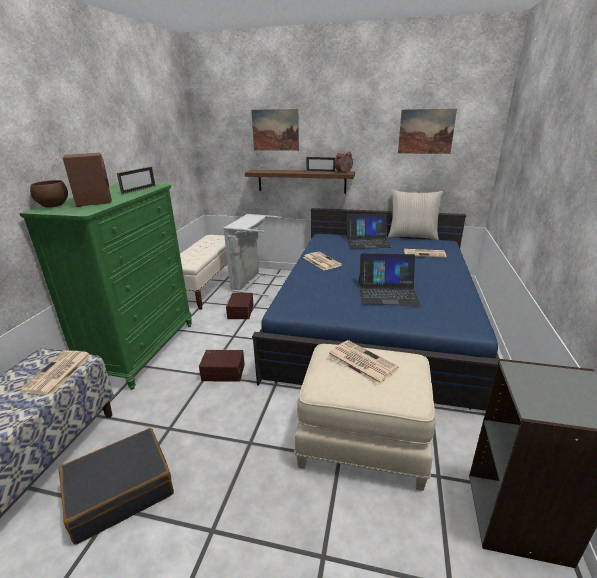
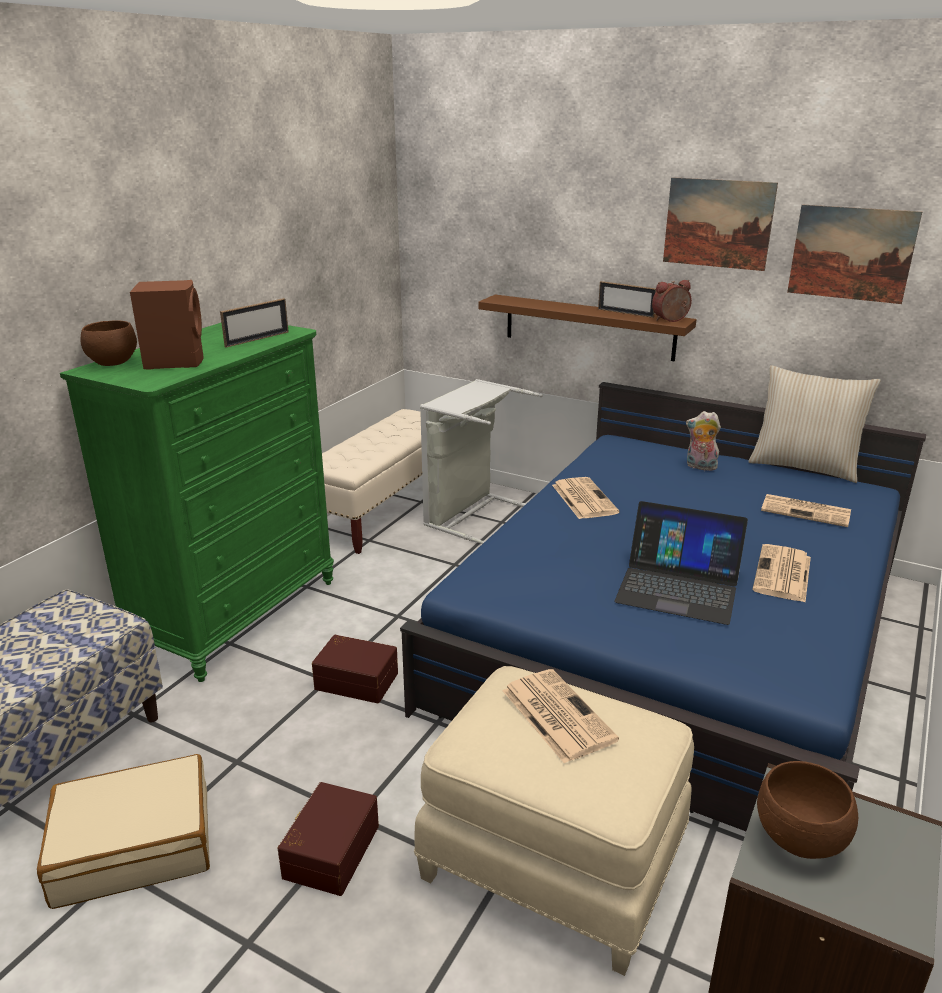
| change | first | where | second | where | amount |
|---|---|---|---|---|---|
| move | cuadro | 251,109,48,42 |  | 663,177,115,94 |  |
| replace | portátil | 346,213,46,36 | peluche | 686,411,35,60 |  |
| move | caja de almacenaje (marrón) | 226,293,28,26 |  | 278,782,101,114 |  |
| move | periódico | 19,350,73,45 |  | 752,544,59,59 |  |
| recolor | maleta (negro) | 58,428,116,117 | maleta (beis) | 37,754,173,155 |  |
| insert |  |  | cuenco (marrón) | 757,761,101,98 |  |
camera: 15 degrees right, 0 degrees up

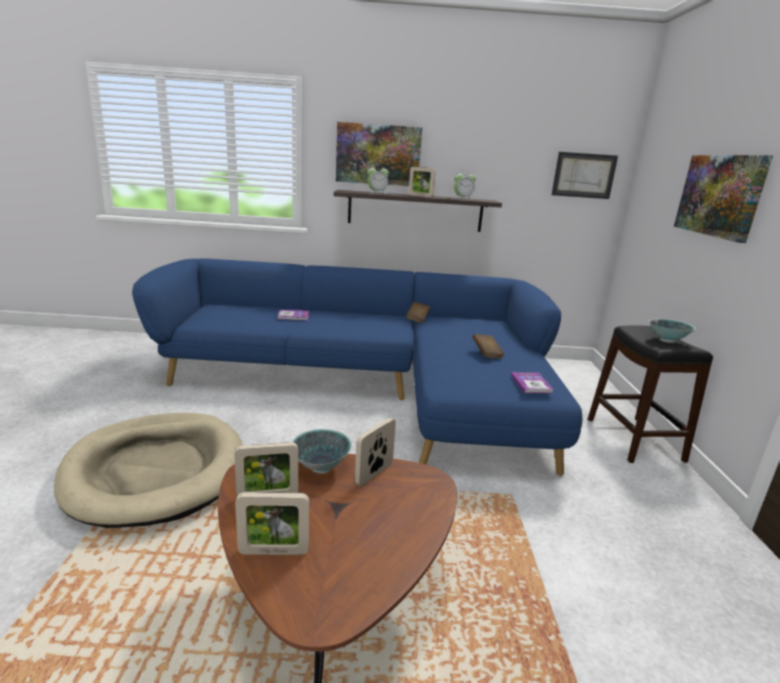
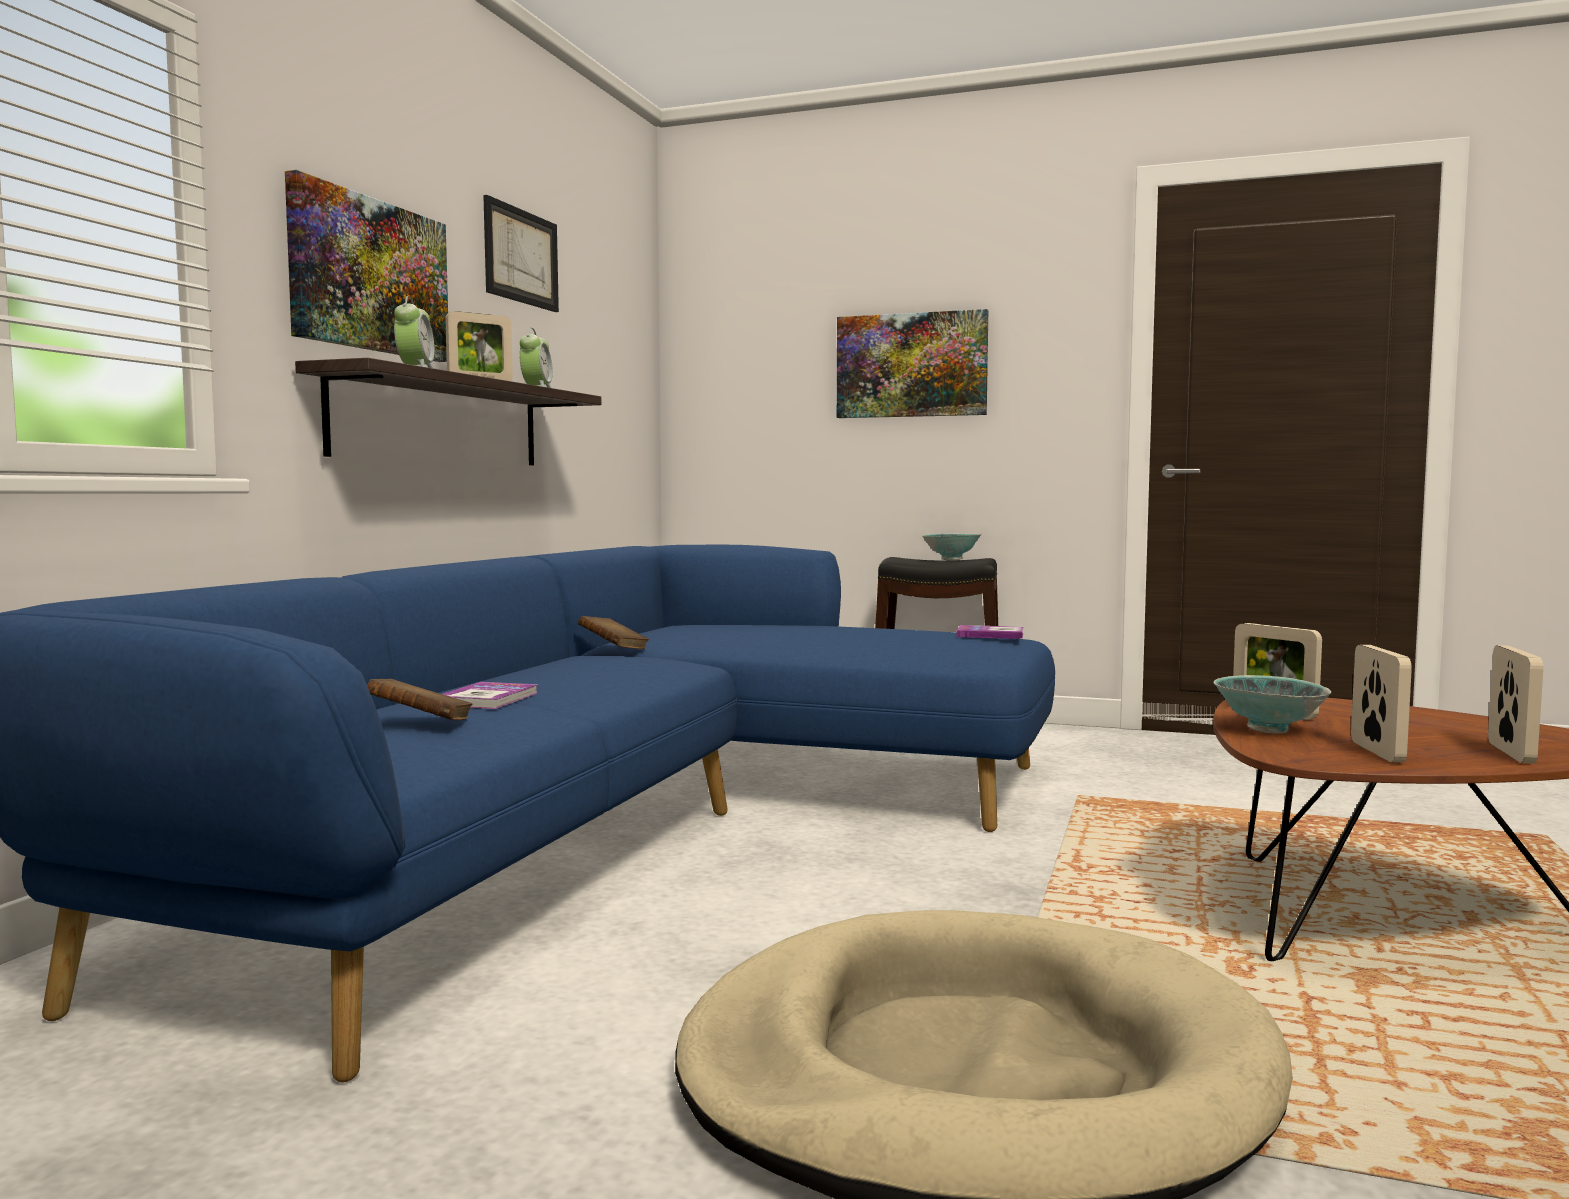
| change | first | where | second | where | amount |
|---|---|---|---|---|---|
| move | cuadro | 552,152,66,47 |  | 483,195,76,117 |  |
| move | libro (marrón) | 472,334,33,25 |  | 367,679,106,41 |  |
camera: 70 degrees left, 15 degrees down

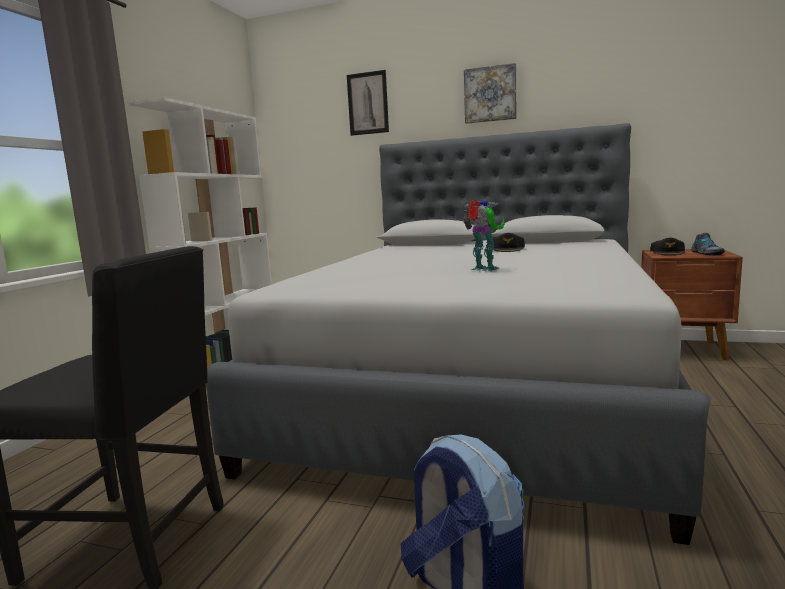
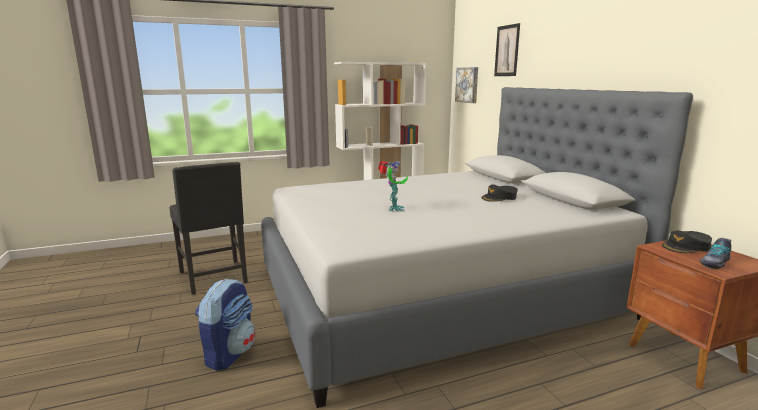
| change | first | where | second | where | amount |
|---|---|---|---|---|---|
| move | cuadro | 464,63,52,61 |  | 455,67,23,36 |  |
camera: 50 degrees right, 5 degrees up

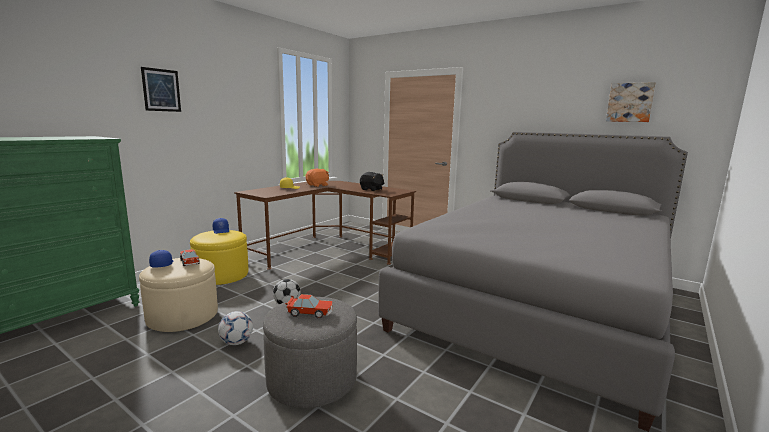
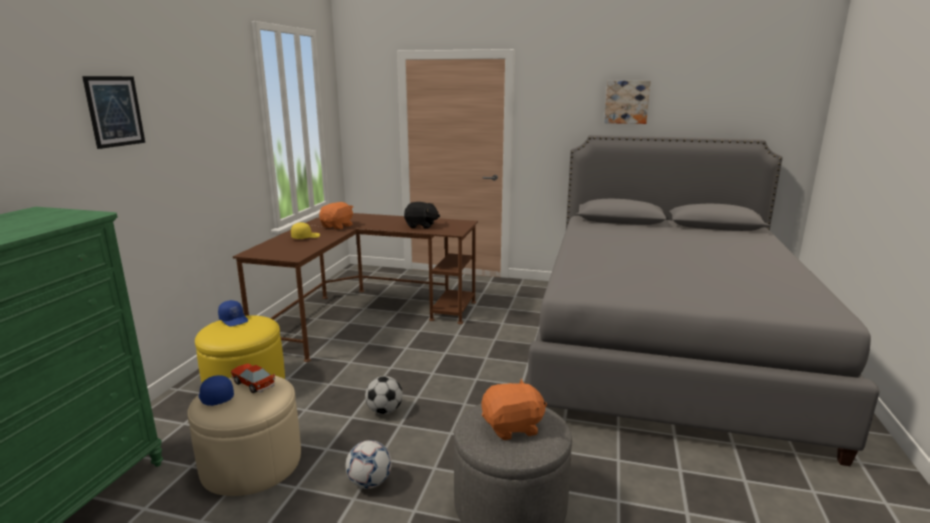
| change | first | where | second | where | amount |
|---|---|---|---|---|---|
| move | cuadro | 606,82,50,40 |  | 604,81,47,43 |  |
| replace | coche de juguete | 285,294,48,24 | peluche (naranja) | 482,379,65,61 |  |
camera: 20 degrees left, 5 degrees up

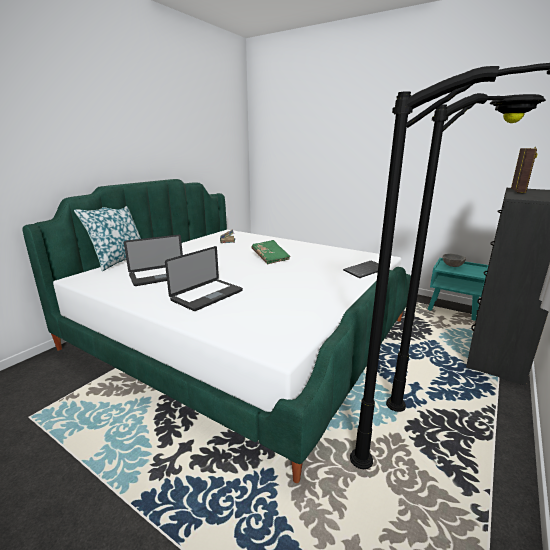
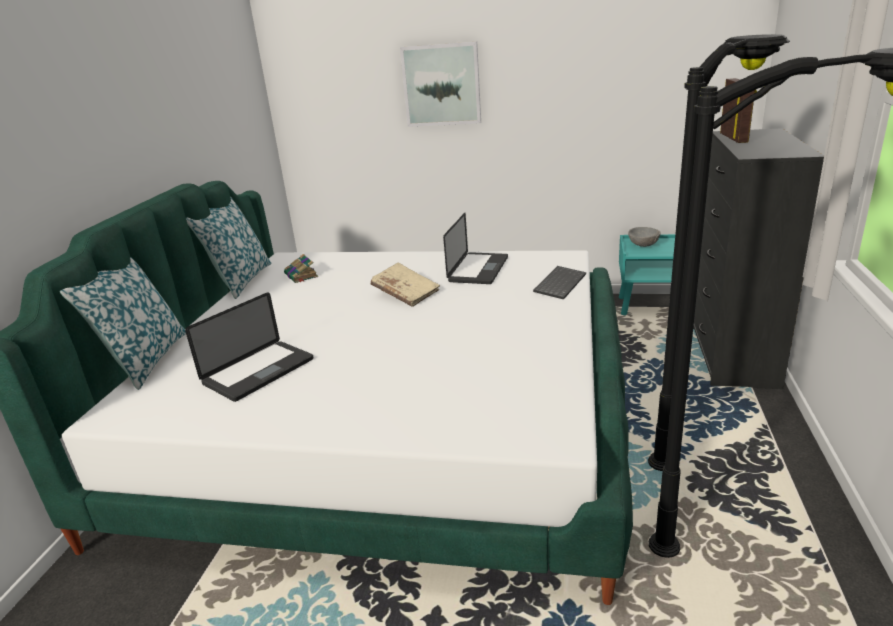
| change | first | where | second | where | amount |
|---|---|---|---|---|---|
| recolor | libro (verde) | 251,240,40,24 | libro (beis) | 371,263,69,44 |  |
| move | portátil | 165,246,78,65 |  | 443,213,65,71 |  |
| insert |  |  | cuadro | 400,42,81,85 |  |
| insert |  |  | cojín | 186,197,85,102 |  |
camera: 20 degrees left, 5 degrees up

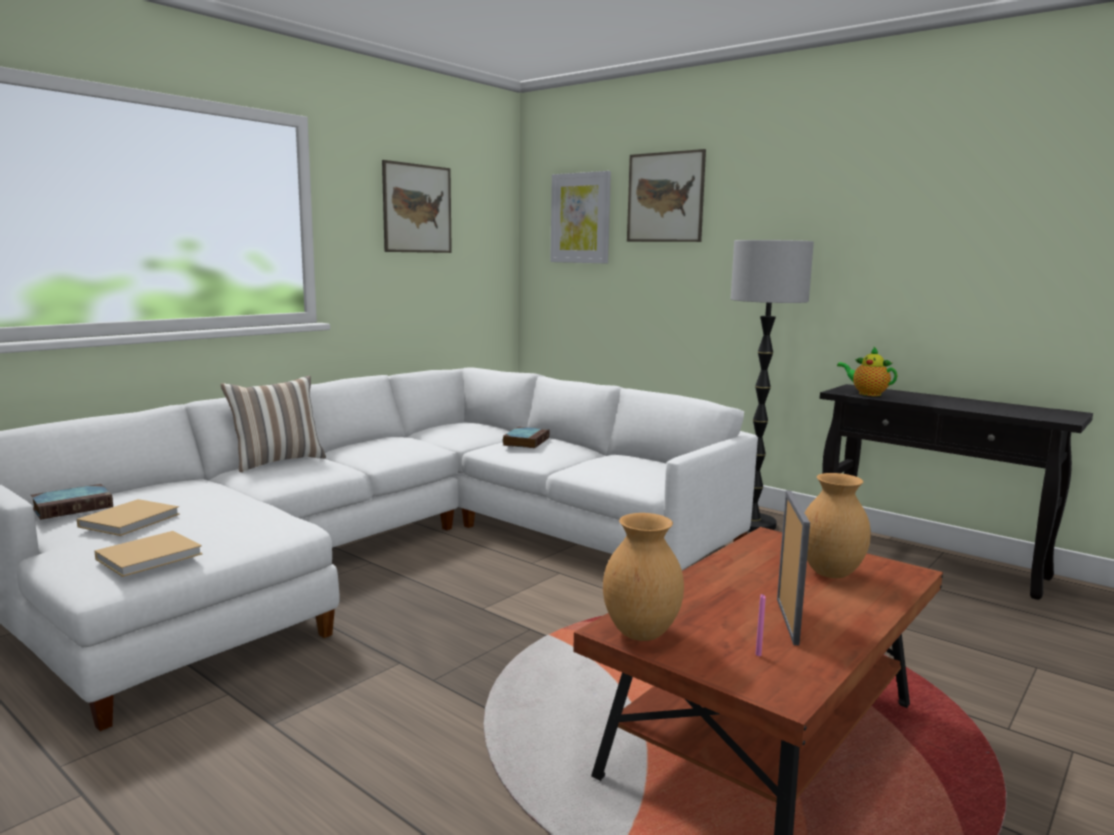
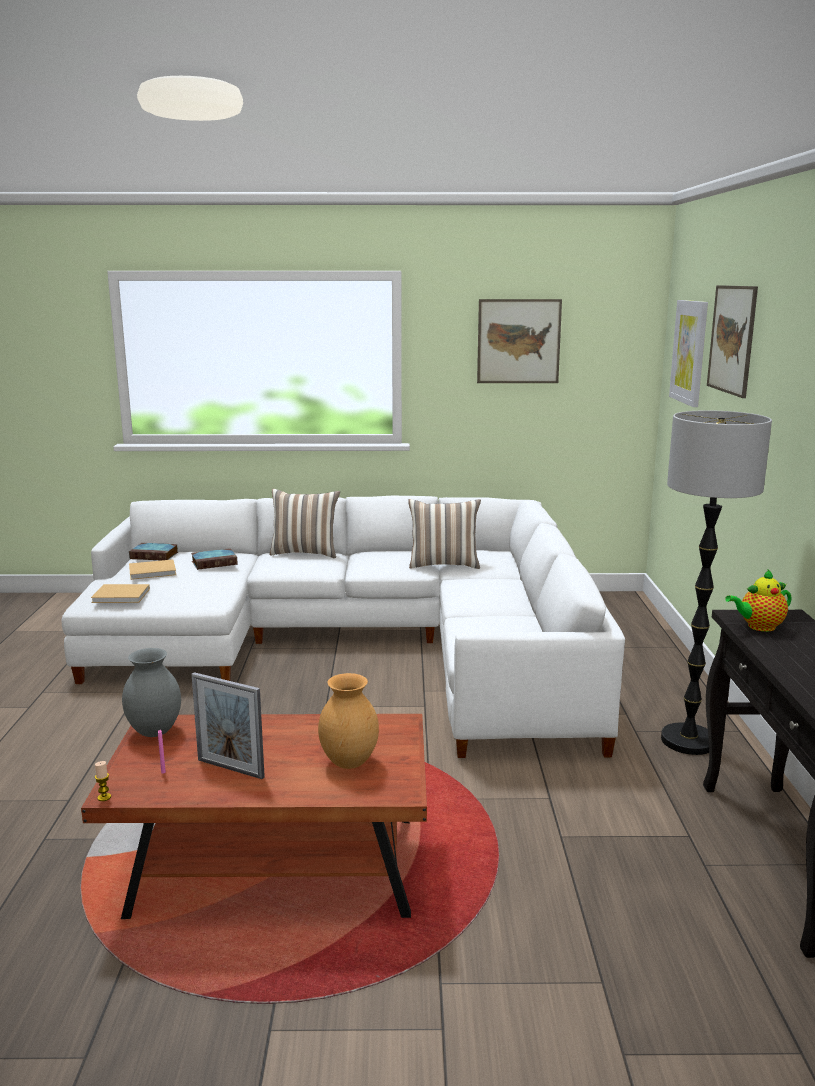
| change | first | where | second | where | amount |
|---|---|---|---|---|---|
| rotate | tetera | 837,347,60,49 |  | 725,570,67,62 | 105 degrees counterclockwise |
| move | libro | 503,427,46,21 |  | 191,548,47,22 |  |
| rotate | portarretratos | 777,490,33,155 |  | 191,672,74,107 | 60 degrees clockwise |
| recolor | florero (marrón) | 603,513,81,128 | florero (gris) | 122,648,59,89 |  |
| insert |  |  | cojín | 408,499,73,70 |  |
| insert |  |  | vela | 95,761,16,40 |  |
camera: 50 degrees right, 5 degrees up

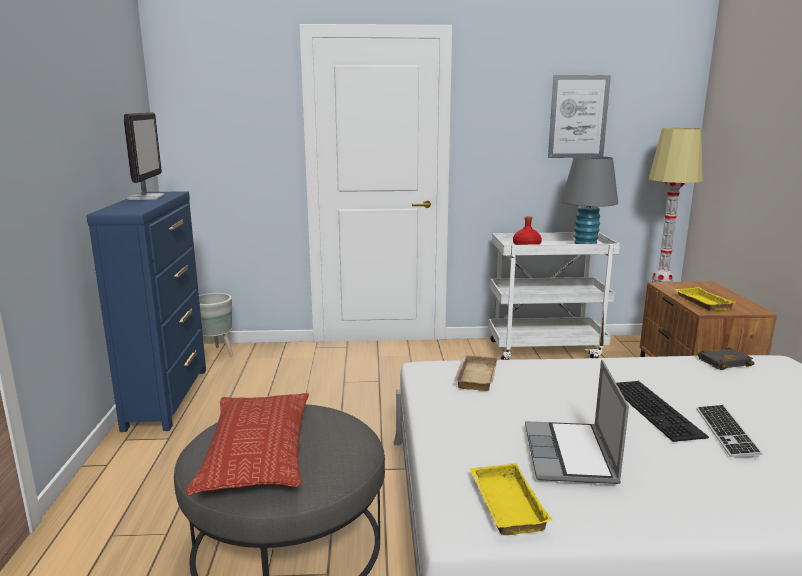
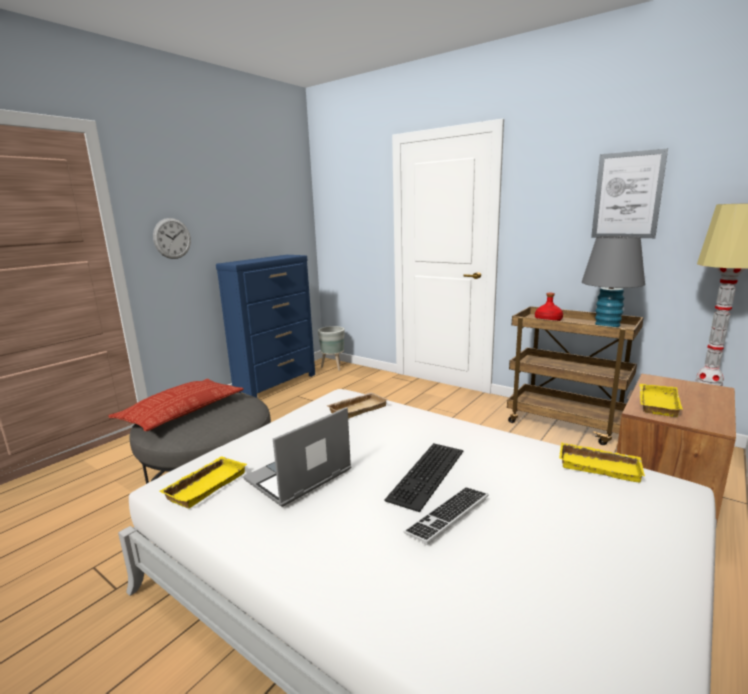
| change | first | where | second | where | amount |
|---|---|---|---|---|---|
| delete | monitor | 124,112,41,88 |  |  |  |
| recolor | carrito (blanco) | 488,232,132,128 | carrito (marrón) | 507,306,137,139 |  |
| replace | libro (negro) | 697,347,58,23 | bandeja (amarillo) | 559,442,86,41 |  |
| insert |  |  | reloj de pared | 153,218,38,41 |  |
camera: 40 degrees right, 0 degrees up

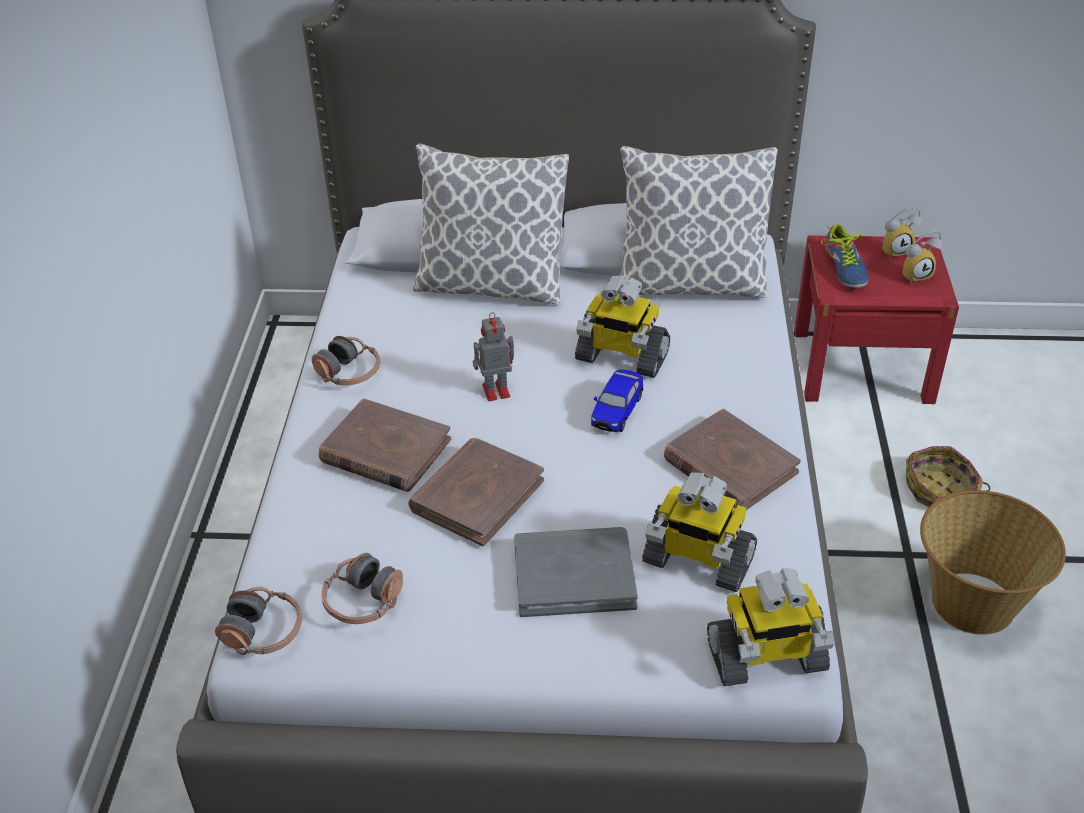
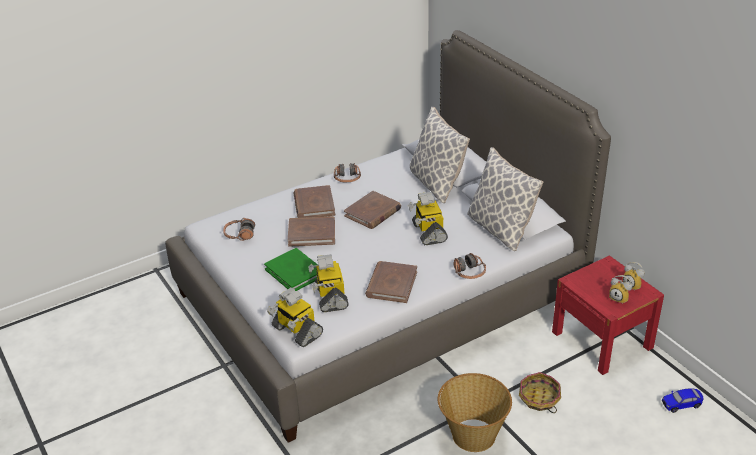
| change | first | where | second | where | amount |
|---|---|---|---|---|---|
| delete | zapato | 821,224,47,65 |  |  |  |
| replace | robot de juguete | 473,312,41,89 | libro (marrón) | 344,191,57,38 |  |
| move | coche de juguete | 591,370,52,62 |  | 662,388,42,25 |  |
| recolor | libro (gris) | 514,527,124,90 | libro (verde) | 264,248,54,43 |  |
| move | auriculares | 215,587,87,68 |  | 453,253,33,26 |  |
camera: 55 degrees right, 5 degrees down

